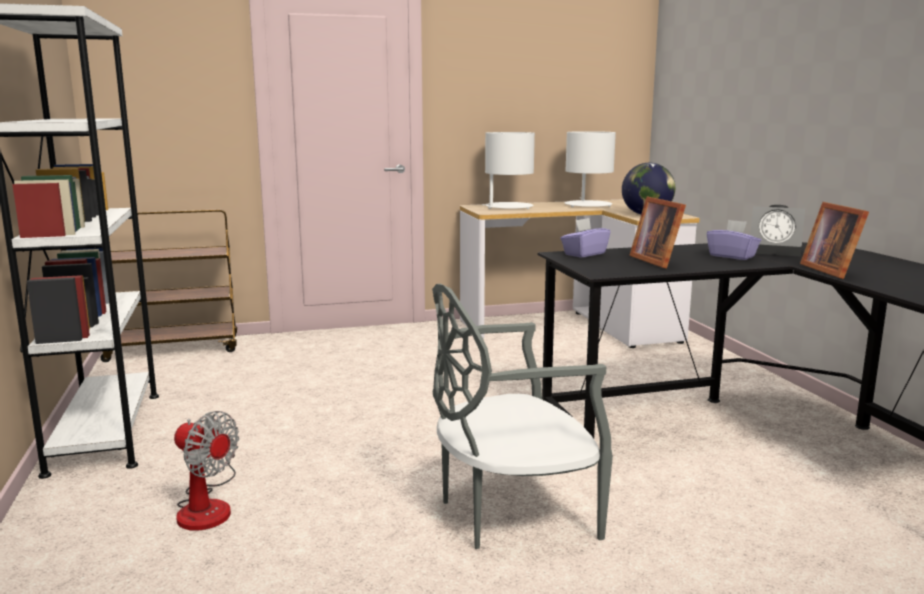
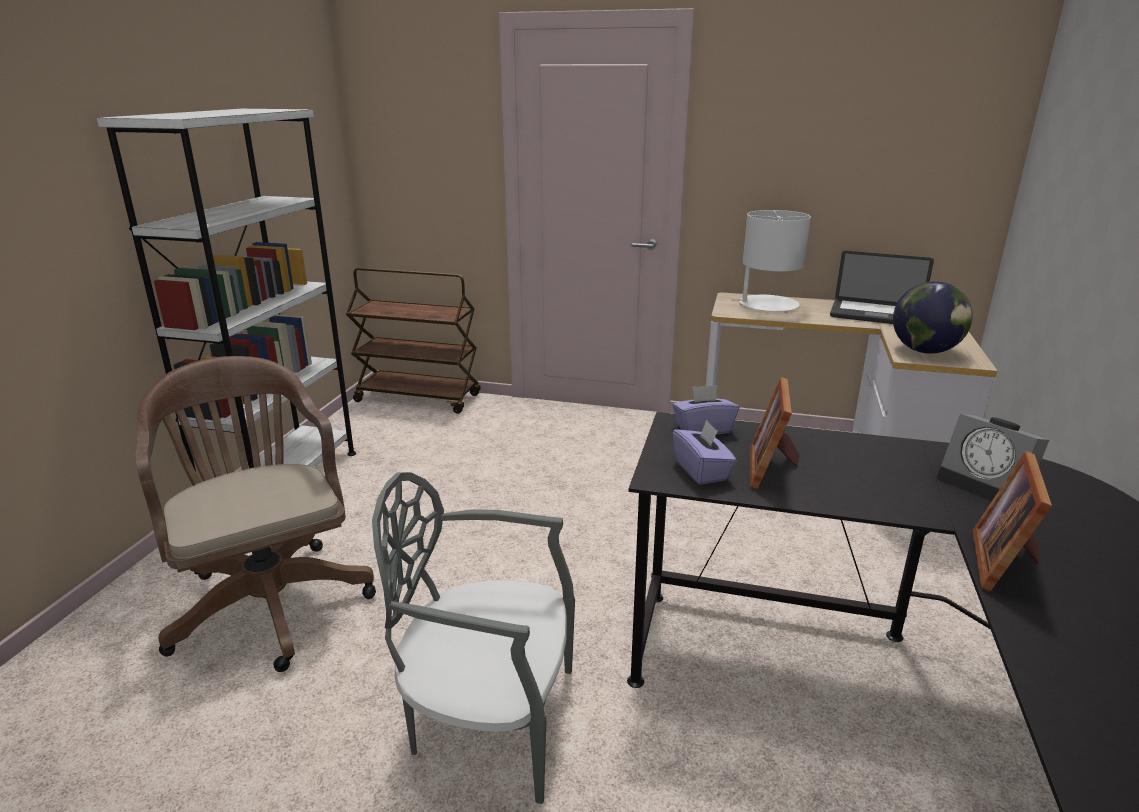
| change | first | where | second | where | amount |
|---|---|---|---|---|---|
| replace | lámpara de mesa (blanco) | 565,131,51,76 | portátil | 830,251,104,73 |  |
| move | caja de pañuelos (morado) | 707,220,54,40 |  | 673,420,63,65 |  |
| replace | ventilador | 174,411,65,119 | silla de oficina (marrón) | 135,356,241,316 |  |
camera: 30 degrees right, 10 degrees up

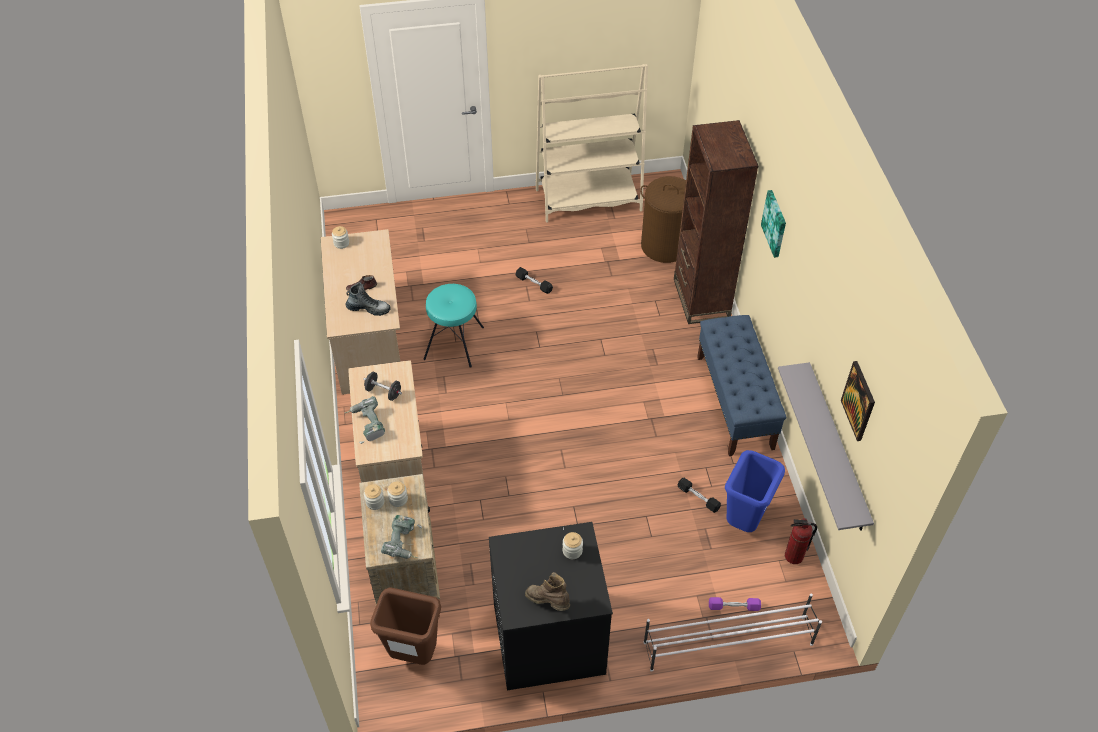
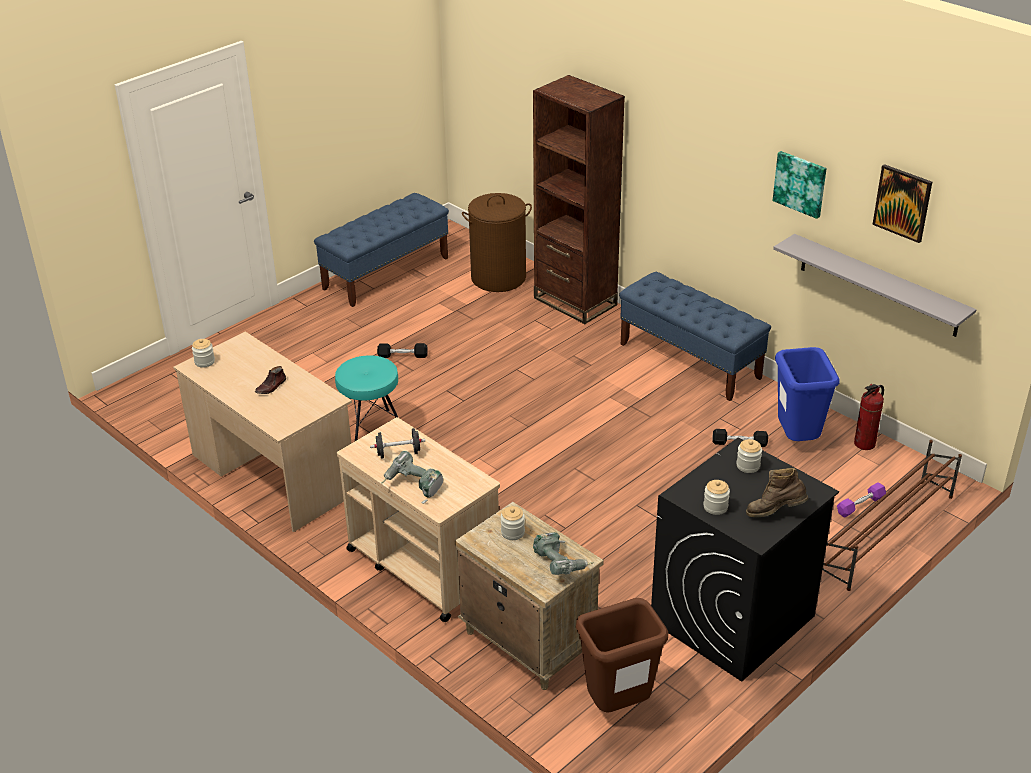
| change | first | where | second | where | amount |
|---|---|---|---|---|---|
| replace | estantería (beis) | 536,64,112,159 | banco (azul) | 314,193,135,114 |  |
| move | cuadro | 761,190,25,68 |  | 773,151,53,68 |  |
| delete | bota | 346,283,44,33 |  |  |  |
| move | tarro | 364,484,21,26 |  | 703,480,27,35 |  |
| recolor | zapatero (blanco) | 643,593,179,79 | zapatero (marrón) | 822,440,140,151 |  |
camera: 35 degrees left, 15 degrees down

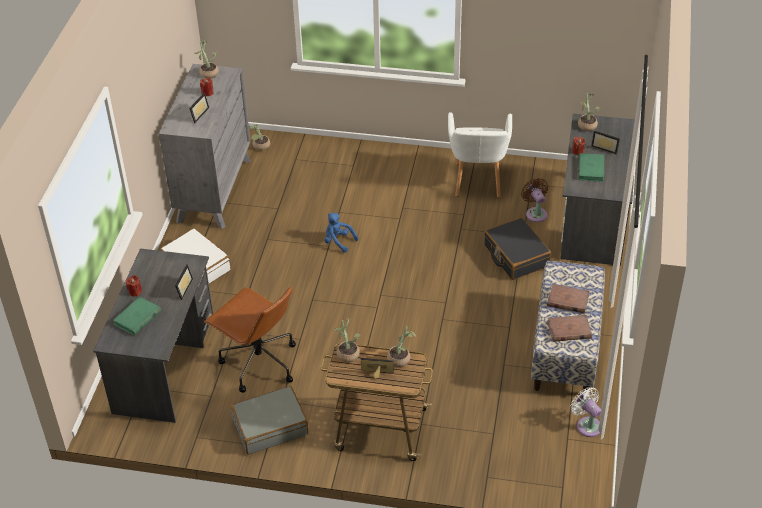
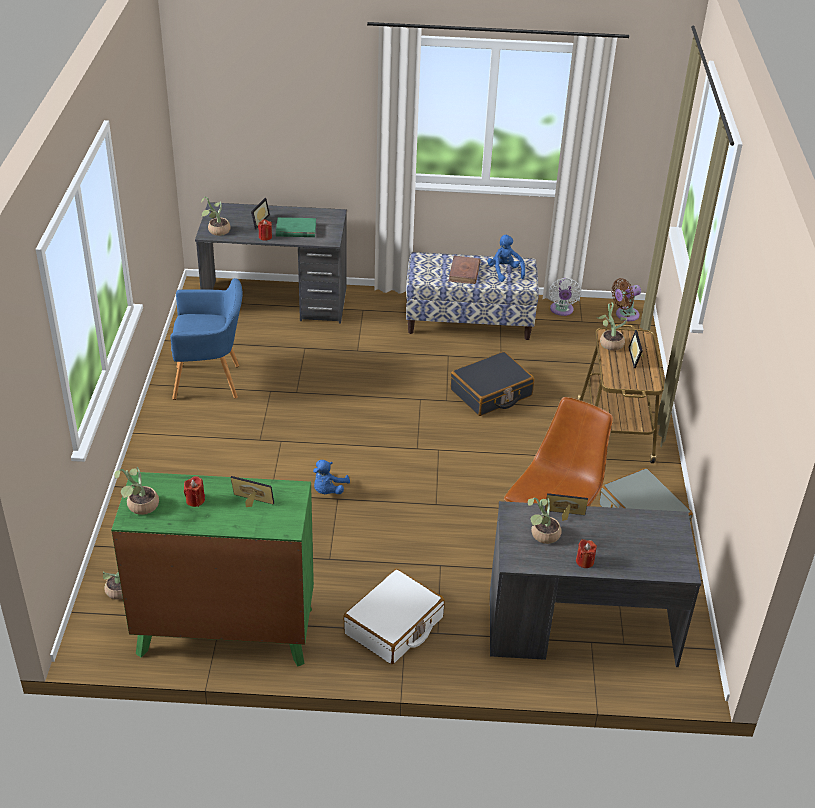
| change | first | where | second | where | amount |
|---|---|---|---|---|---|
| recolor | cómoda (gris) | 159,64,92,165 | cómoda (verde) | 111,472,203,195 |  |
| recolor | sillón (blanco) | 448,112,64,86 | sillón (azul) | 170,278,73,122 |  |
| move | ventilador (marrón) | 521,178,27,44 |  | 612,278,29,43 |  |
| move | maleta (negro) | 484,217,67,63 |  | 450,352,84,64 |  |
| delete | libro (verde) | 113,297,48,39 |  |  |  |
| replace | libro (marrón) | 547,315,45,27 | peluche (azul) | 487,235,38,47 |  |
| move | planta en maceta | 335,319,25,43 |  | 528,498,34,46 |  |
| rotate | ventilador (blanco) | 570,387,31,50 |  | 549,278,32,38 | 45 degrees counterclockwise |
camera: 100 degrees left, 5 degrees down

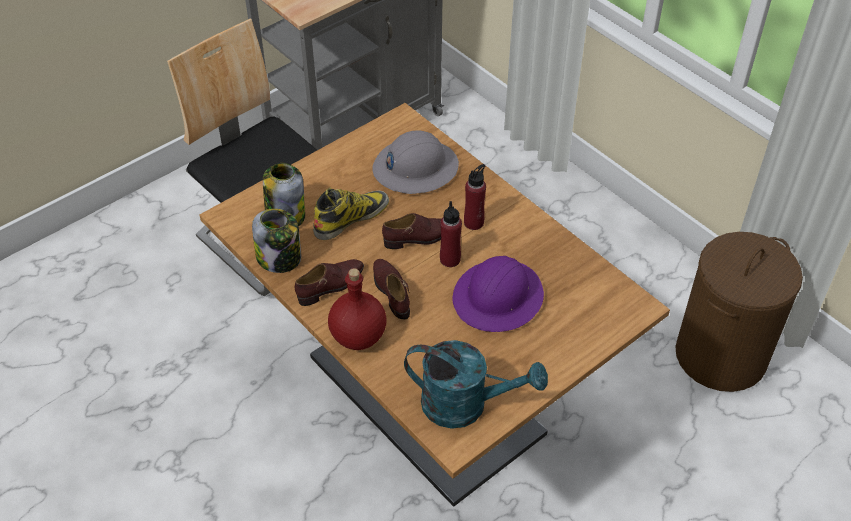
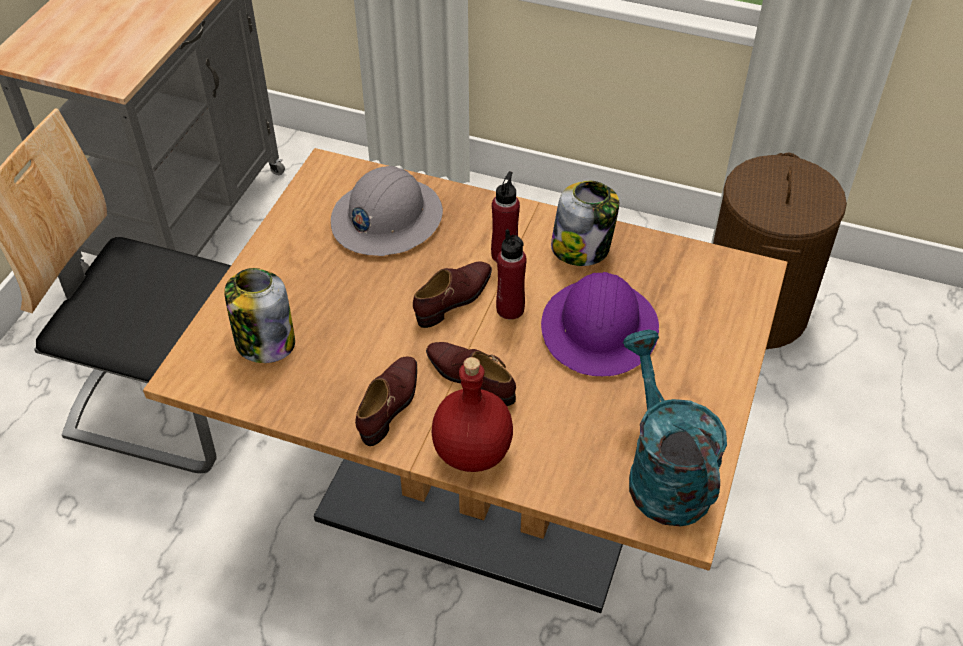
| change | first | where | second | where | amount |
|---|---|---|---|---|---|
| delete | bota | 313,188,76,52 |  |  |  |
| move | tarro | 252,209,49,64 |  | 551,181,68,85 |  |
| rotate | regadera (turquesa) | 404,340,144,89 |  | 623,330,104,197 | 90 degrees counterclockwise |
camera: 30 degrees left, 0 degrees up

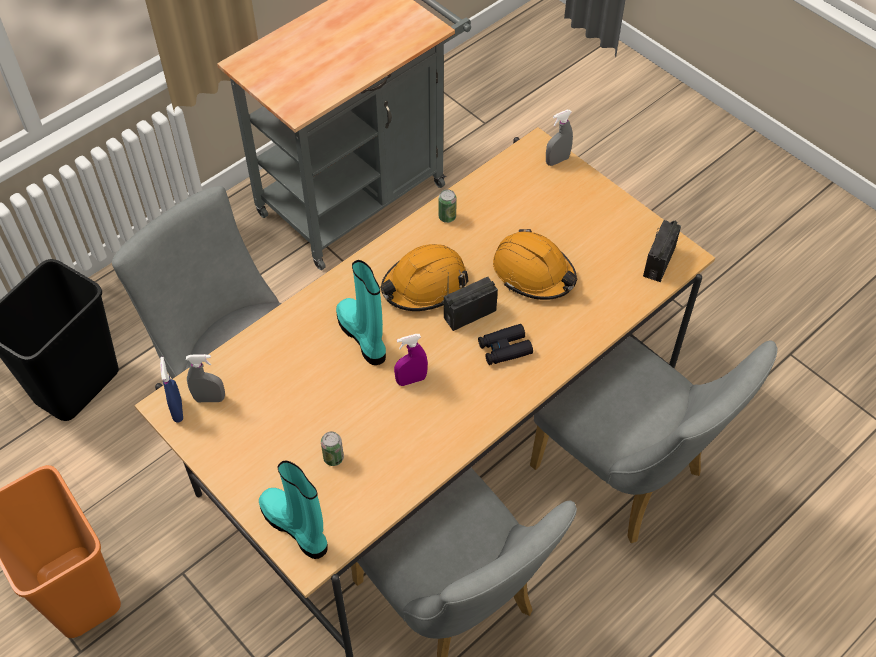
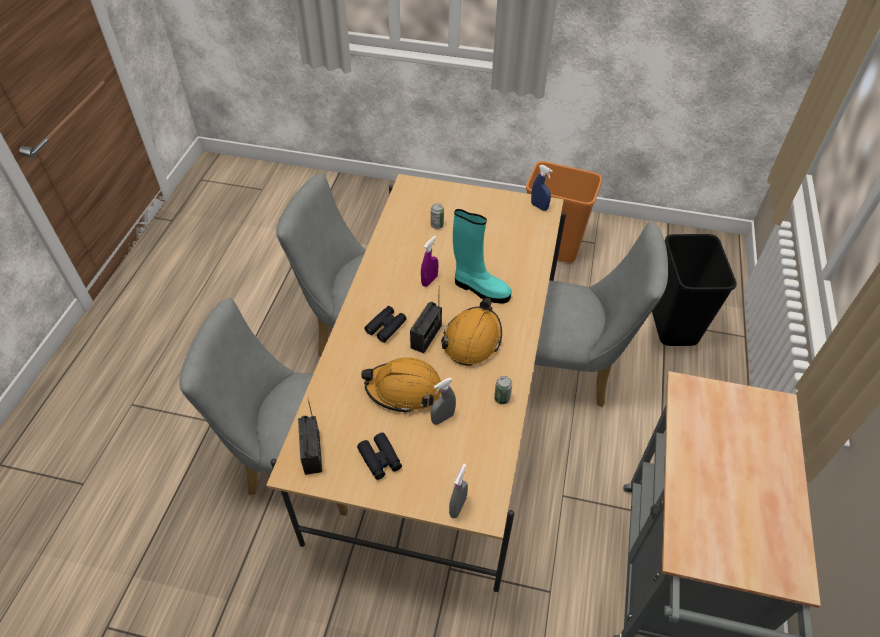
| change | first | where | second | where | amount |
|---|---|---|---|---|---|
| move | pulverizador (gris) | 186,354,39,48 |  | 431,378,25,47 |  |
| delete | bota (turquesa) | 259,461,69,98 |  |  |  |
| insert |  |  | prismáticos (negro) | 357,433,45,47 |  |
camera: 145 degrees right, 5 degrees down

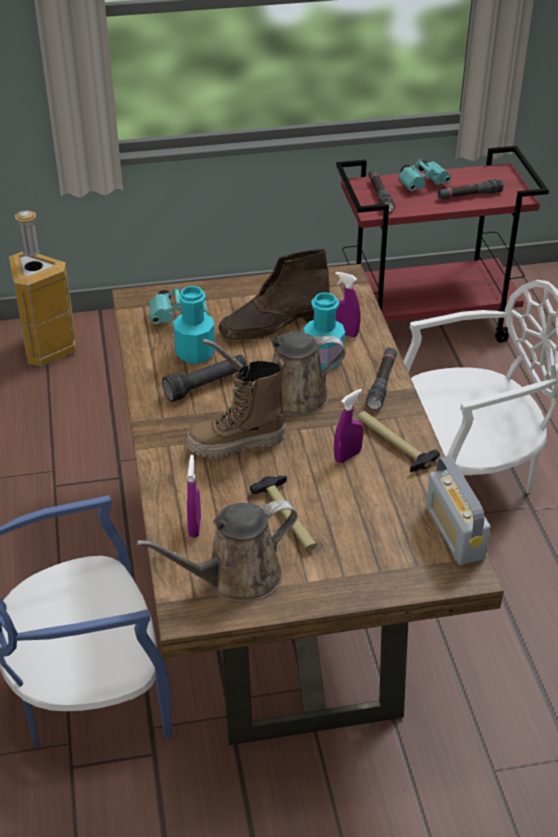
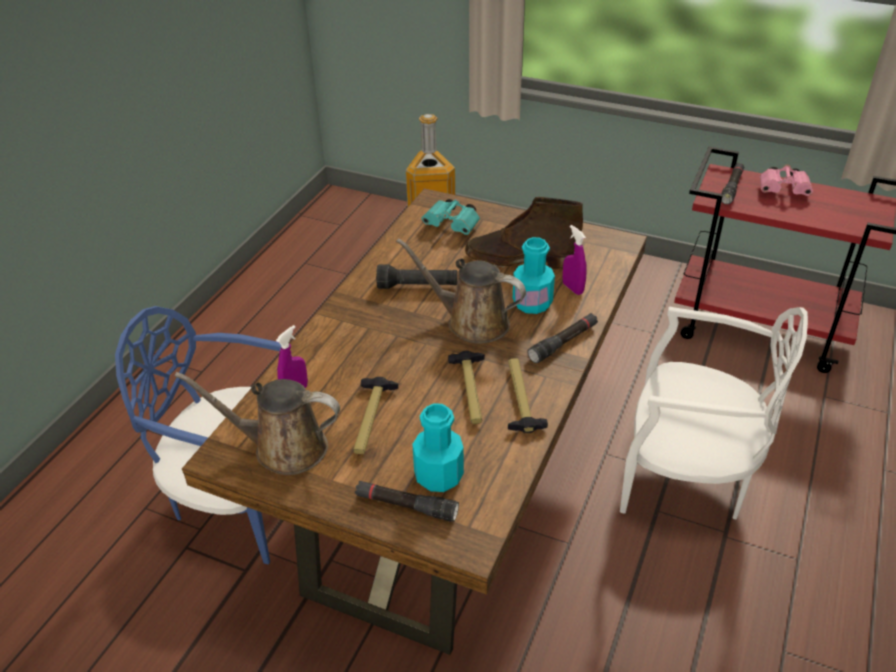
| change | first | where | second | where | amount |
|---|---|---|---|---|---|
| recolor | prismáticos (turquesa) | 398,159,53,32 | prismáticos (rosa) | 760,164,53,32 |  |
| move | linterna (negro) | 437,179,67,21 |  | 355,481,104,41 |  |
| move | botella (turquesa) | 173,286,42,78 |  | 412,403,52,89 |  |
| delete | bota | 187,359,99,99 |  |  |  |
| replace | pulverizador (morado) | 334,389,29,74 | martillo | 448,351,37,73 |  |
| delete | radio | 426,456,64,109 |  |  |  |
camera: 35 degrees right, 0 degrees up

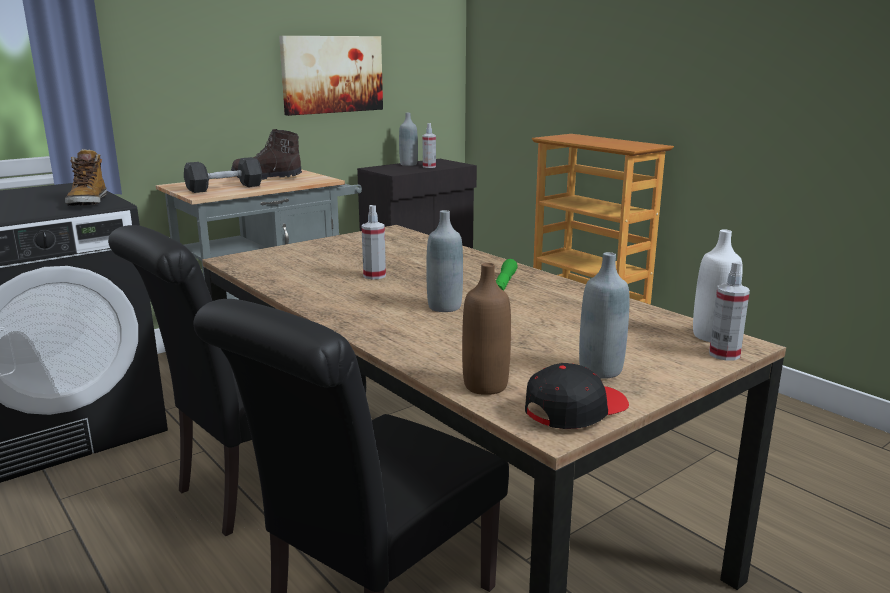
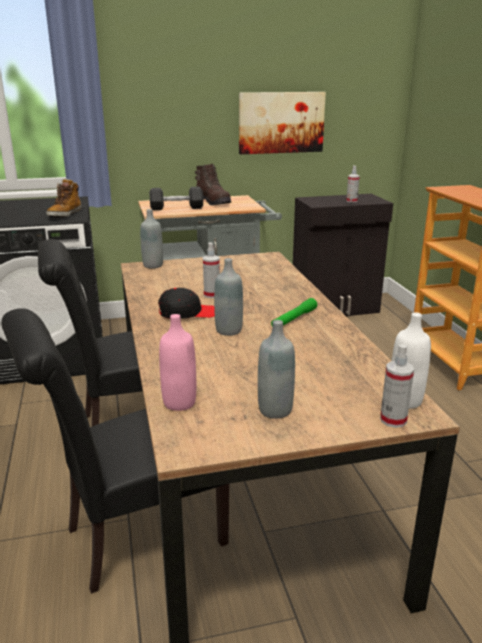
| change | first | where | second | where | amount |
|---|---|---|---|---|---|
| move | botella (gris) | 399,113,19,53 |  | 140,209,23,60 |  |
| rotate | bota (marrón) | 231,129,71,51 |  | 195,164,36,42 | 150 degrees counterclockwise |
| recolor | botella (marrón) | 462,263,49,132 | botella (rosa) | 159,314,37,97 |  |
| move | gorra (negro) | 525,363,104,66 |  | 158,288,57,31 |  |
camera: 25 degrees right, 5 degrees up

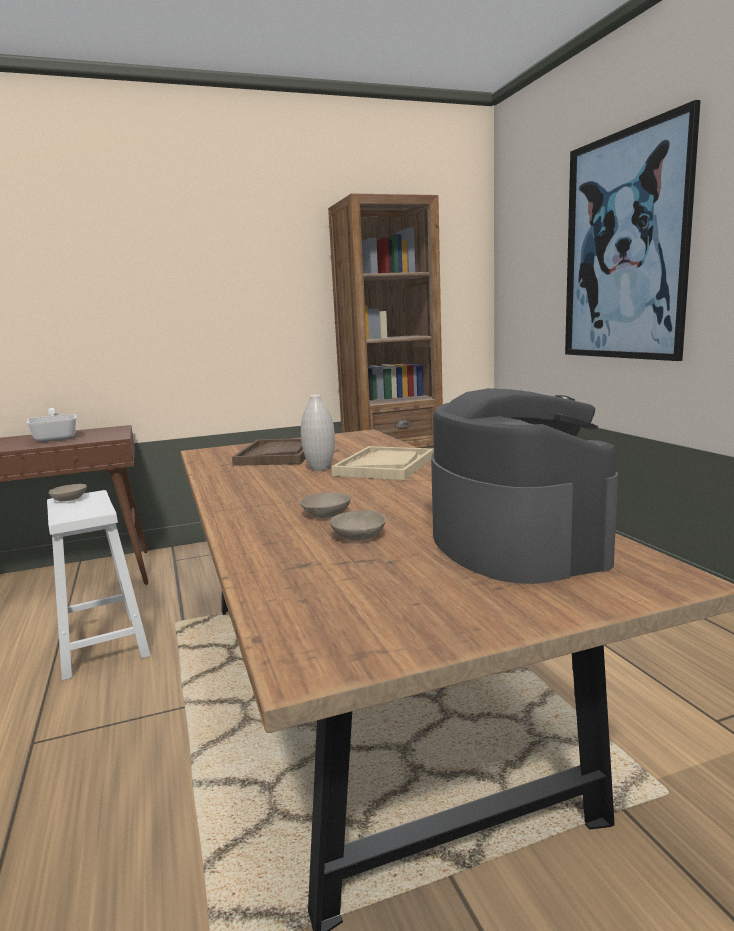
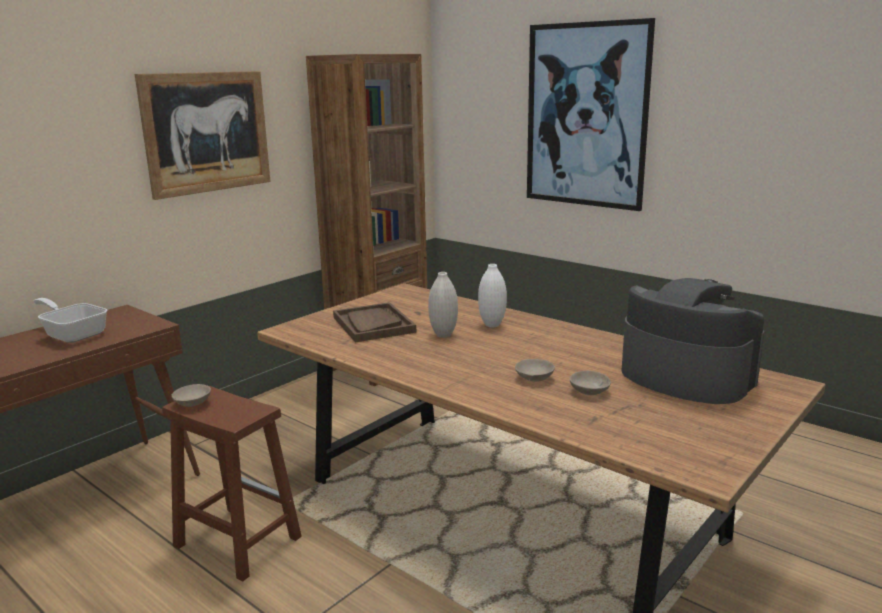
| change | first | where | second | where | amount |
|---|---|---|---|---|---|
| replace | bandeja (beis) | 331,446,103,34 | florero (blanco) | 478,264,29,63 |  |
| recolor | taburete (blanco) | 47,490,104,190 | taburete (marrón) | 162,386,140,195 |  |
| insert |  |  | cuadro | 135,71,136,129 |  |
camera: 30 degrees left, 5 degrees up

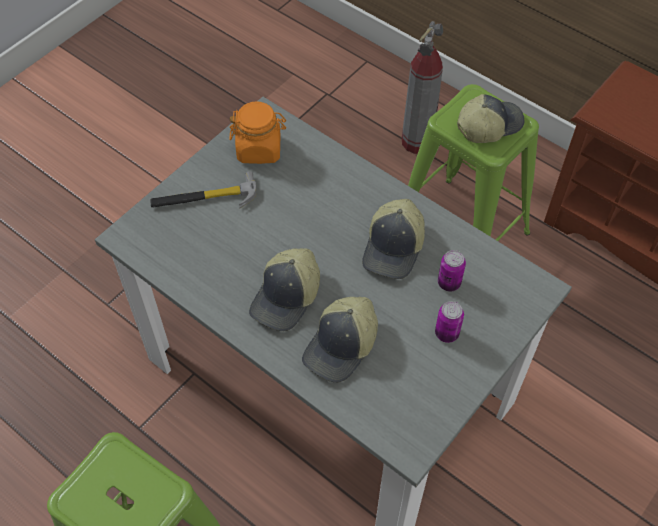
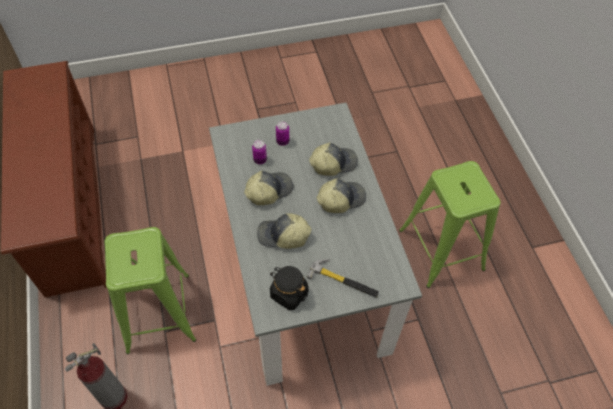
| change | first | where | second | where | amount |
|---|---|---|---|---|---|
| move | gorra | 457,94,67,49 |  | 257,213,55,36 |  |
| recolor | tarro (naranja) | 229,102,57,62 | tarro (negro) | 270,266,39,44 |  |
camera: 145 degrees left, 0 degrees up

